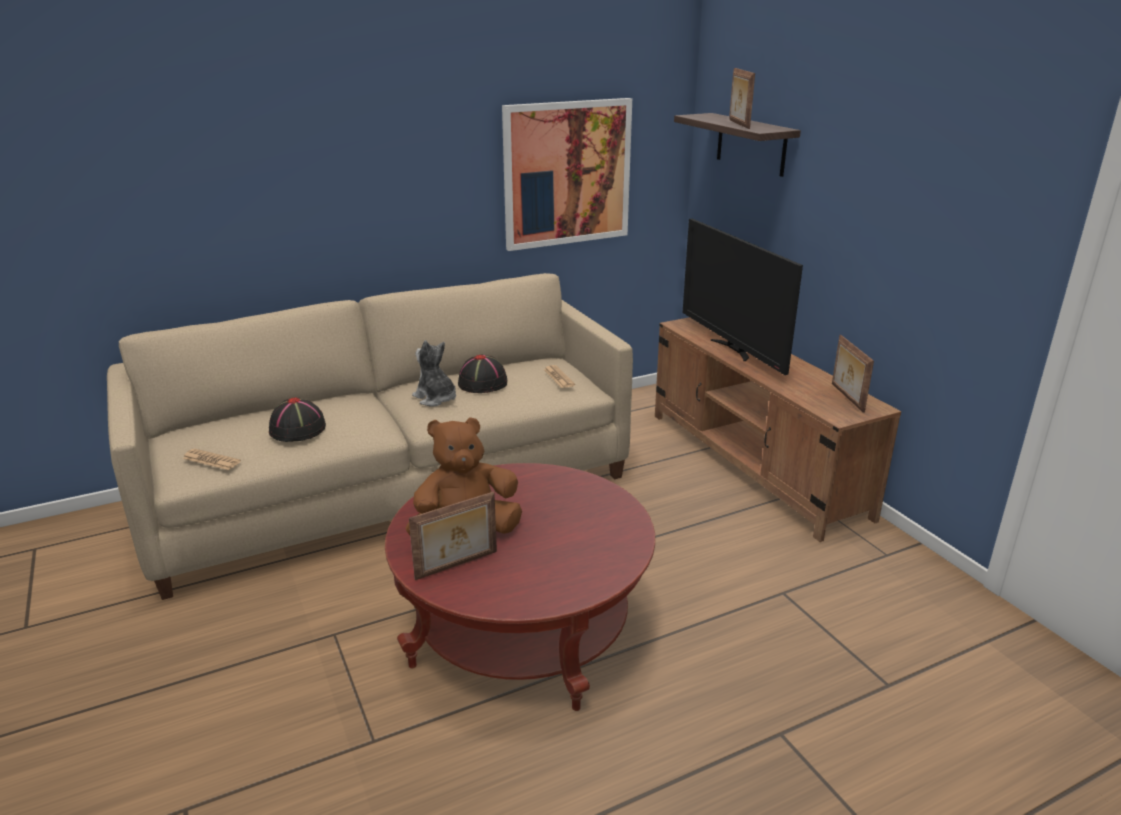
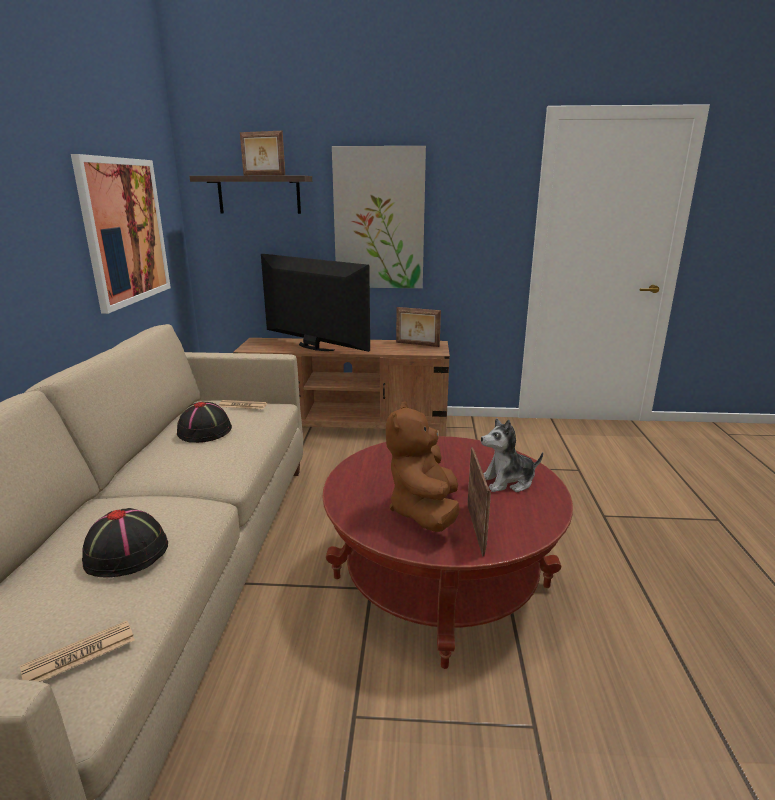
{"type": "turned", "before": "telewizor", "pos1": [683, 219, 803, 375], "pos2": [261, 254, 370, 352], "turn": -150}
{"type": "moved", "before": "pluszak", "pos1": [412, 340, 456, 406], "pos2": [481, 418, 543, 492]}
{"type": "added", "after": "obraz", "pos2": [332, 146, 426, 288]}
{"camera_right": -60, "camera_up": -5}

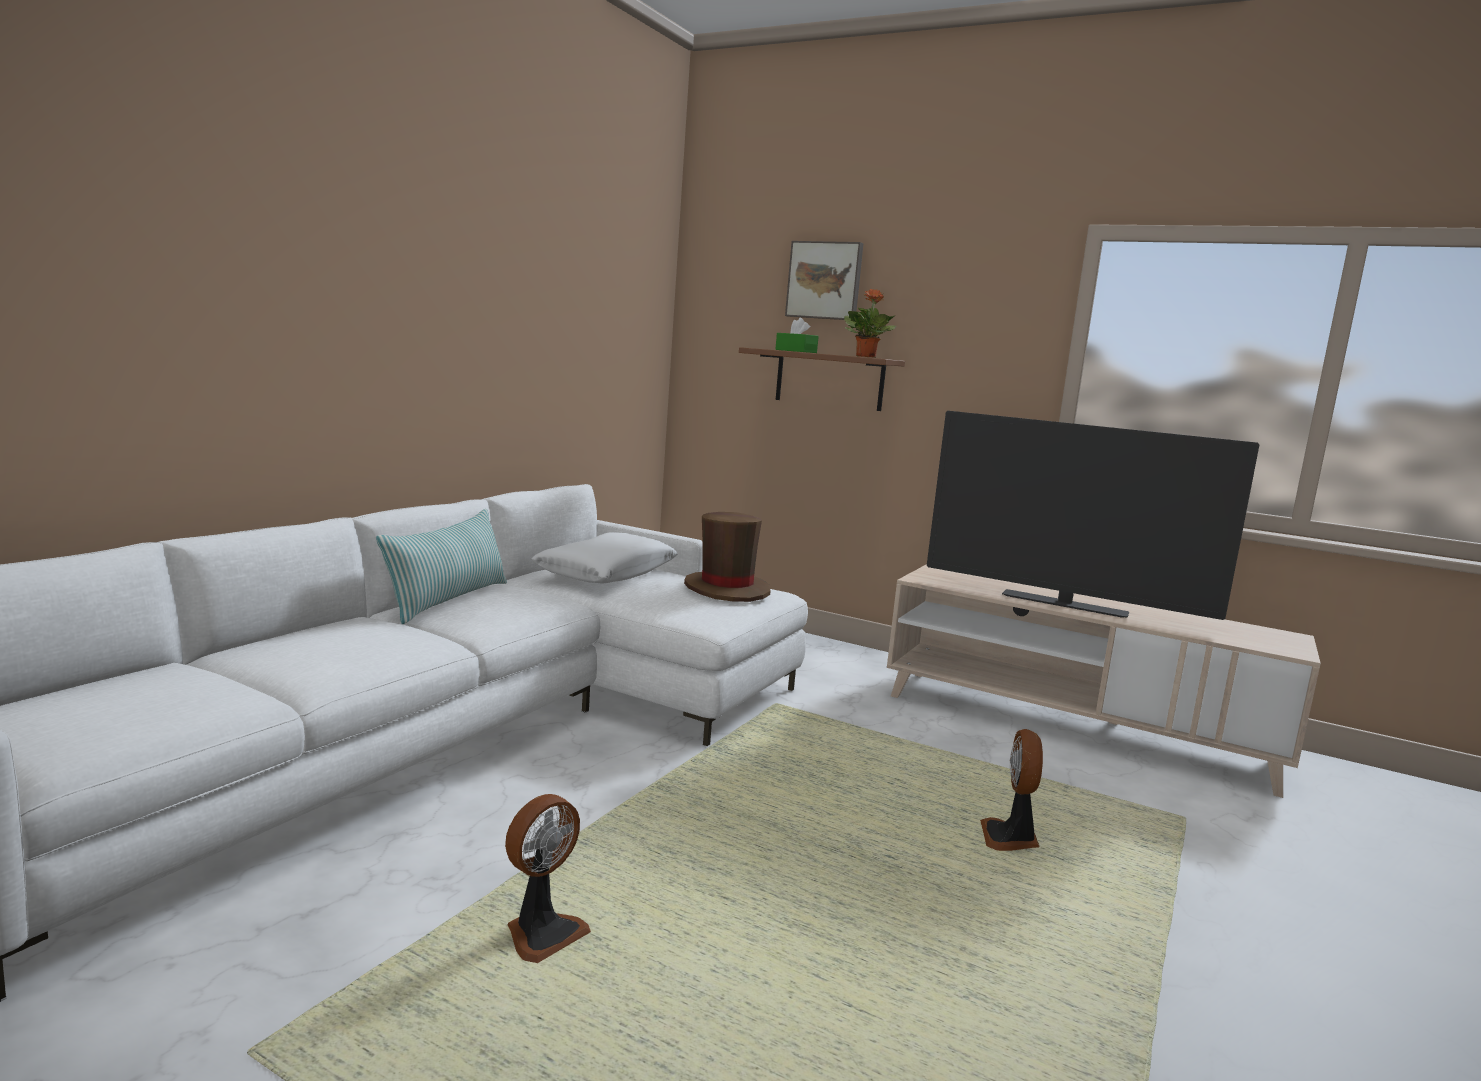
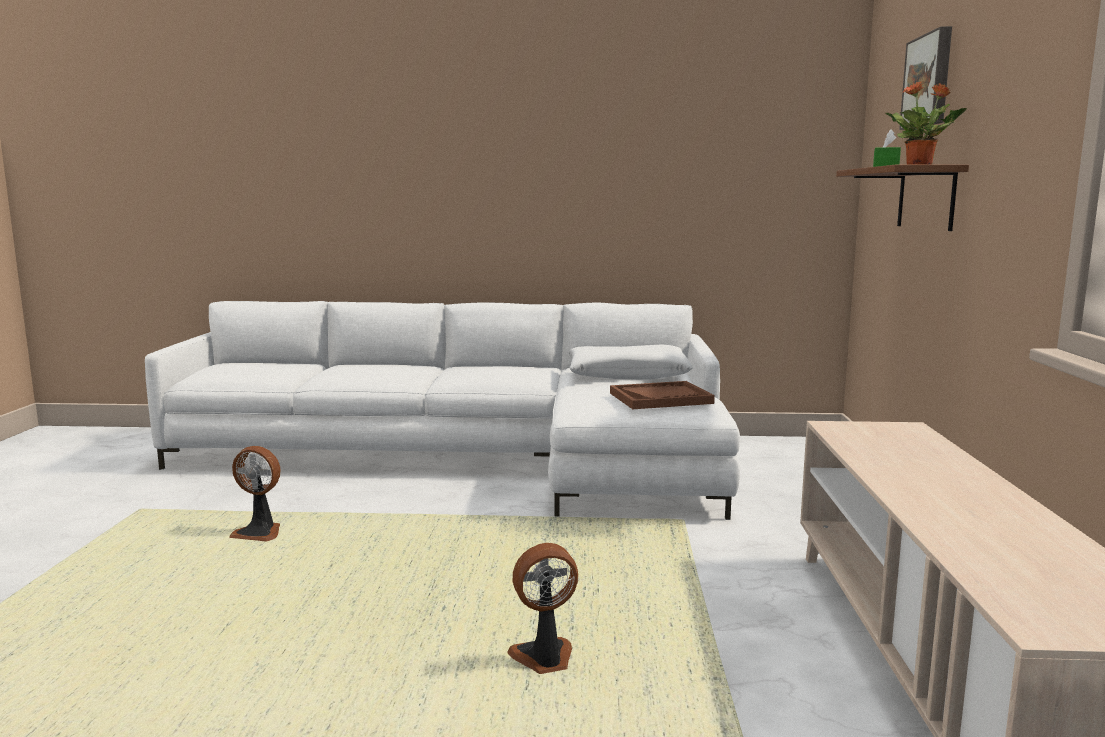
{"type": "removed", "before": "telewizor", "pos1": [927, 411, 1259, 620]}
{"type": "removed", "before": "poduszka", "pos1": [376, 509, 507, 624]}
{"type": "replaced", "before": "kapelusz/brązowy", "after": "taca/brązowy", "pos1": [684, 512, 771, 602], "pos2": [610, 381, 715, 409]}
{"camera_right": 65, "camera_up": 0}

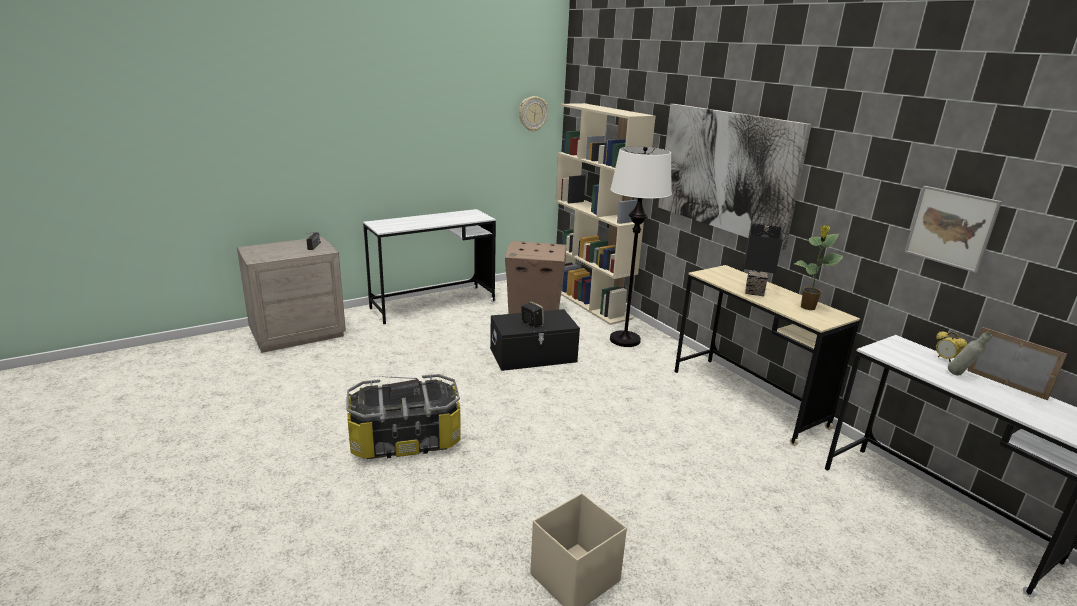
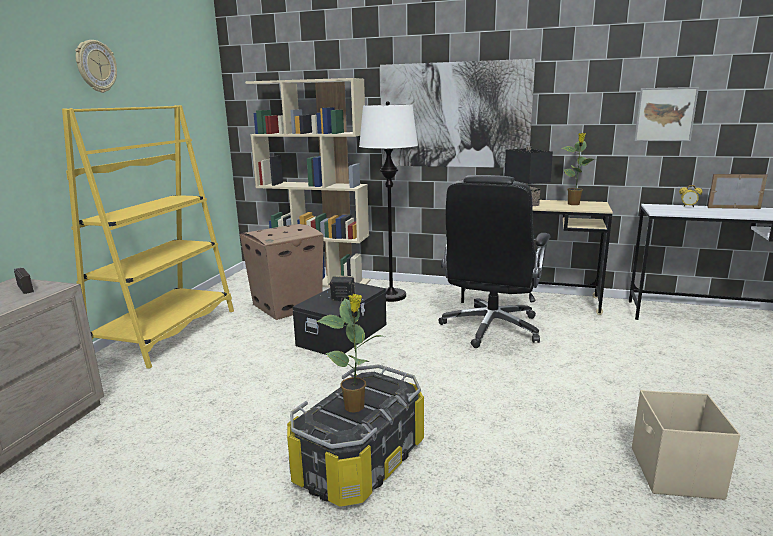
{"type": "moved", "before": "zegar ścienny", "pos1": [519, 96, 549, 132], "pos2": [75, 40, 117, 93]}
{"type": "replaced", "before": "biurko/biały", "after": "regał/żółty", "pos1": [363, 209, 496, 324], "pos2": [62, 105, 234, 368]}
{"type": "removed", "before": "butelka/szary", "pos1": [948, 332, 992, 376]}
{"type": "replaced", "before": "radio", "after": "roślina doniczkowa", "pos1": [376, 376, 420, 400], "pos2": [316, 294, 385, 412]}
{"type": "added", "after": "krzesło biurowe/czarny", "pos2": [438, 175, 551, 348]}
{"camera_right": -40, "camera_up": -5}

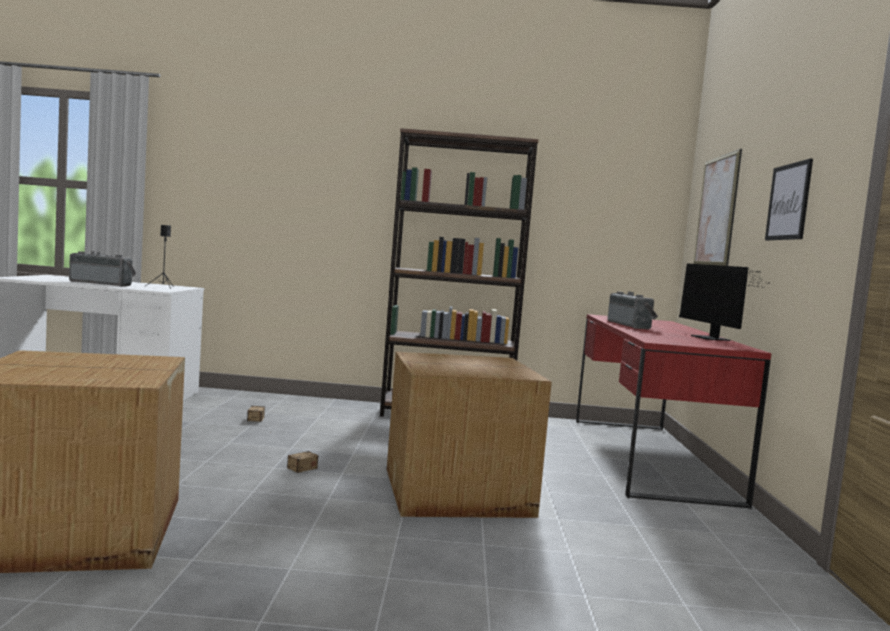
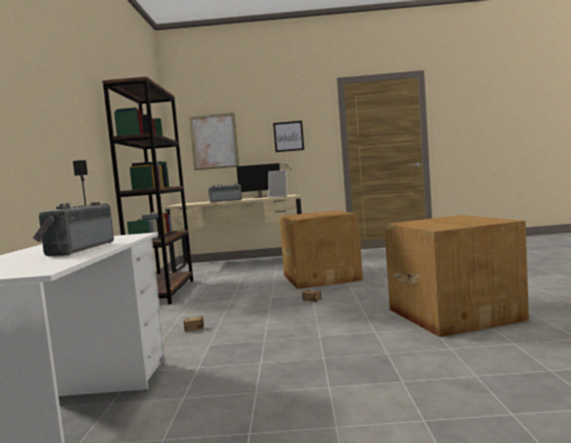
{"type": "recoloured", "before": "biurko/czerwony", "after": "biurko/beżowy", "pos1": [576, 314, 771, 509], "pos2": [165, 194, 302, 273]}
{"type": "added", "after": "ramka na zdjęcie", "pos2": [268, 170, 287, 198]}
{"camera_right": -90, "camera_up": 0}

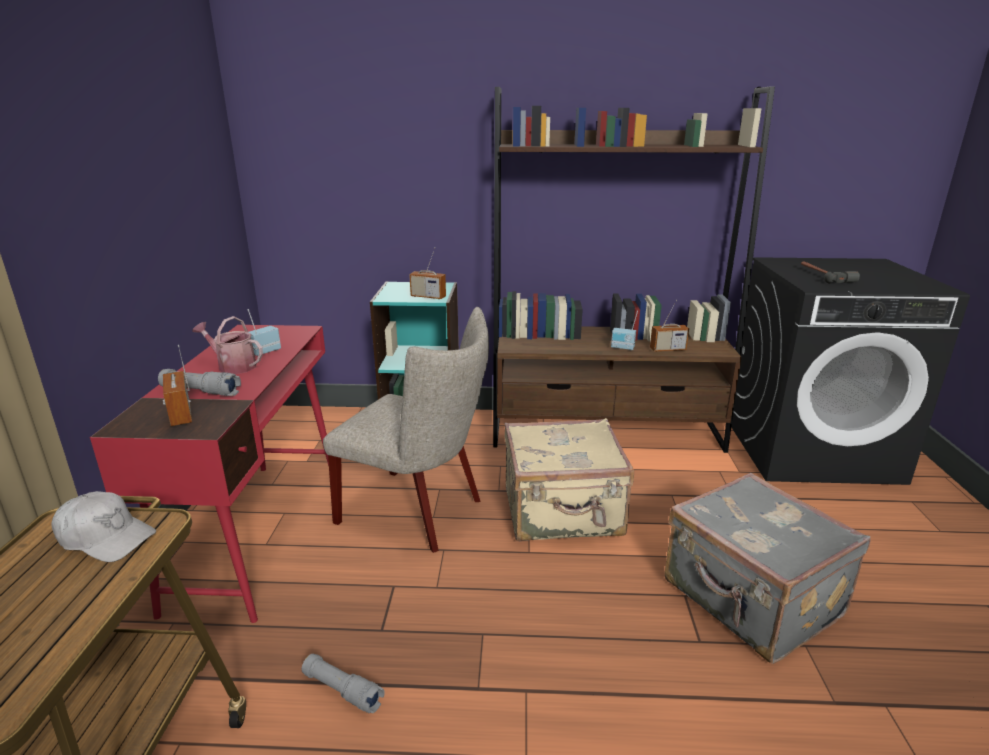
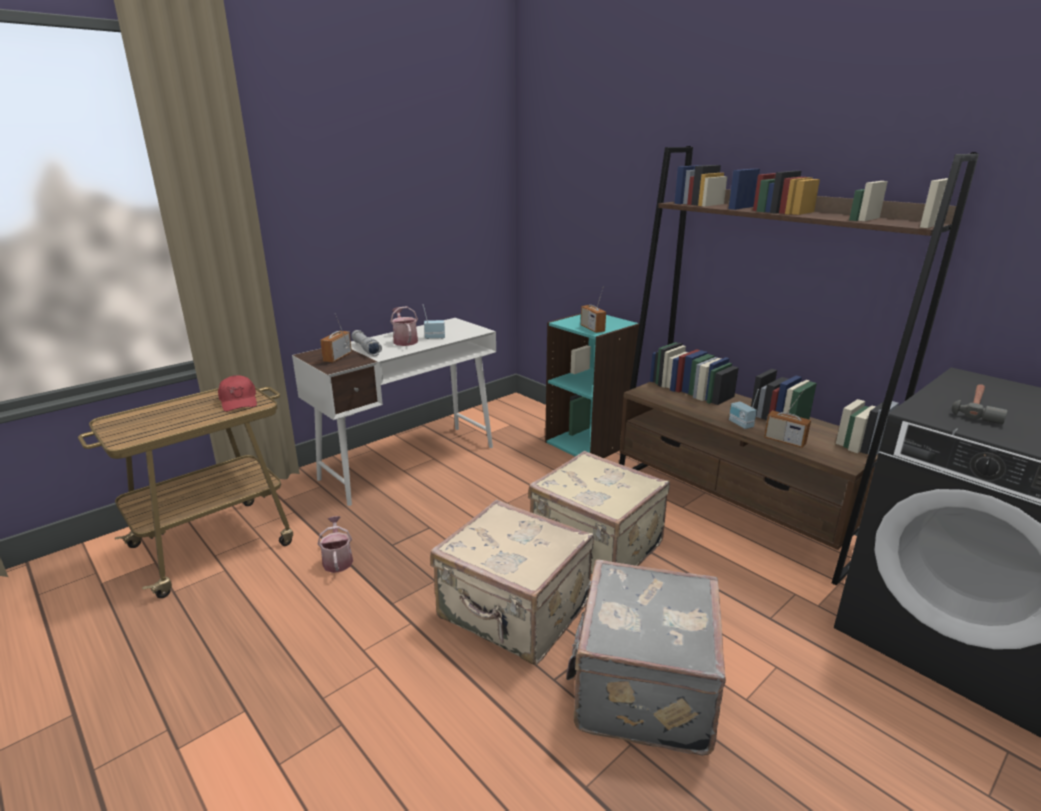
{"type": "removed", "before": "krzesło/beżowy", "pos1": [323, 307, 489, 553]}
{"type": "recoloured", "before": "biurko/czerwony", "after": "biurko/biały", "pos1": [90, 325, 329, 623], "pos2": [292, 318, 496, 506]}
{"type": "recoloured", "before": "czapka z daszkiem/biały", "after": "czapka z daszkiem/czerwony", "pos1": [51, 491, 156, 562], "pos2": [218, 375, 257, 412]}
{"type": "replaced", "before": "latarka/szary", "after": "konewka", "pos1": [301, 654, 385, 714], "pos2": [318, 516, 353, 573]}
{"type": "added", "after": "walizka/beżowy", "pos2": [430, 499, 594, 665]}
{"camera_right": 45, "camera_up": 0}

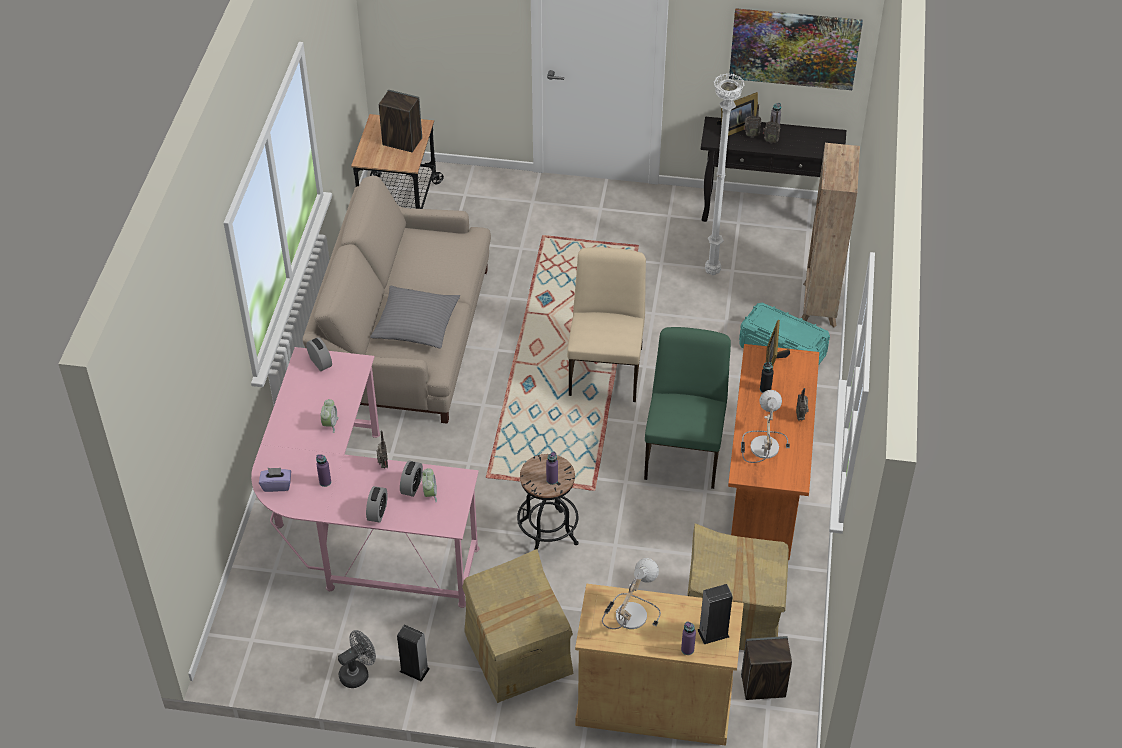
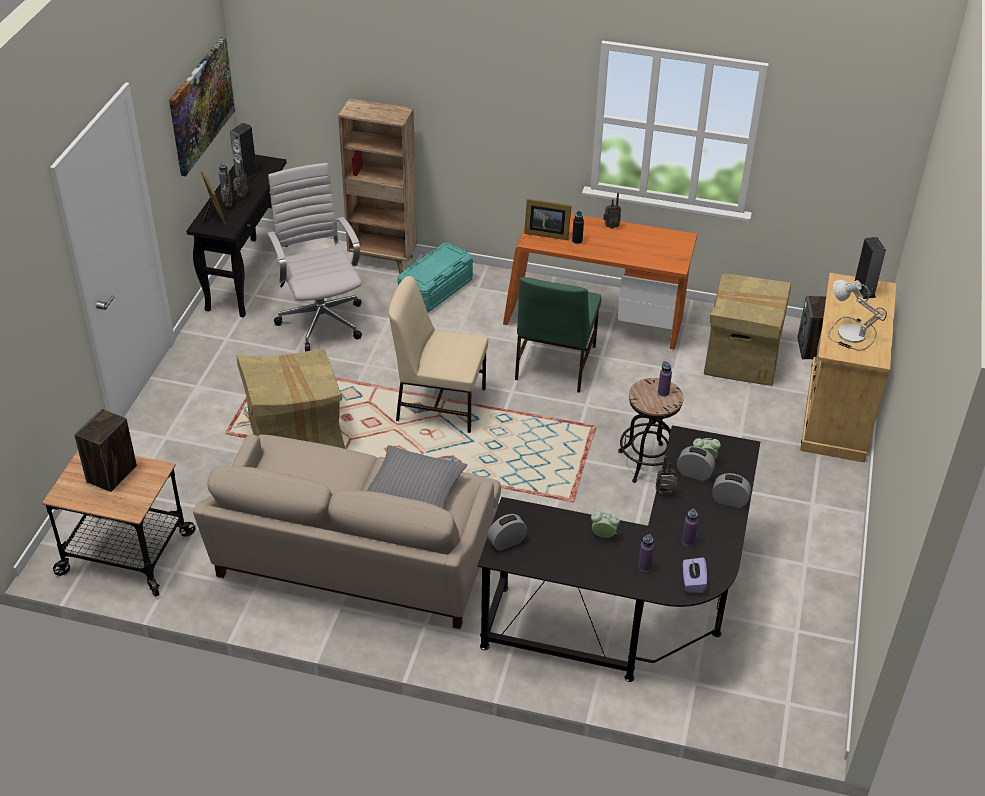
{"type": "replaced", "before": "lampa stojąca/biały", "after": "krzesło biurowe/biały", "pos1": [705, 74, 745, 275], "pos2": [267, 163, 362, 351]}
{"type": "turned", "before": "krzesło/zielony", "pos1": [644, 327, 731, 489], "pos2": [515, 277, 601, 393], "turn": -90}
{"type": "recoloured", "before": "biurko/różowy", "after": "biurko/czarny", "pos1": [251, 347, 480, 608], "pos2": [477, 425, 760, 682]}
{"type": "removed", "before": "lampa stołowa", "pos1": [741, 390, 790, 463]}
{"type": "moved", "before": "karton", "pos1": [462, 549, 574, 703], "pos2": [236, 349, 345, 449]}
{"type": "moved", "before": "butelka/fioletowy", "pos1": [681, 621, 696, 655], "pos2": [638, 534, 654, 572]}
{"type": "moved", "before": "głośnik", "pos1": [397, 625, 430, 682], "pos2": [230, 123, 258, 180]}
{"type": "removed", "before": "wentylator/szary", "pos1": [338, 630, 376, 688]}
{"camera_right": -85, "camera_up": -5}

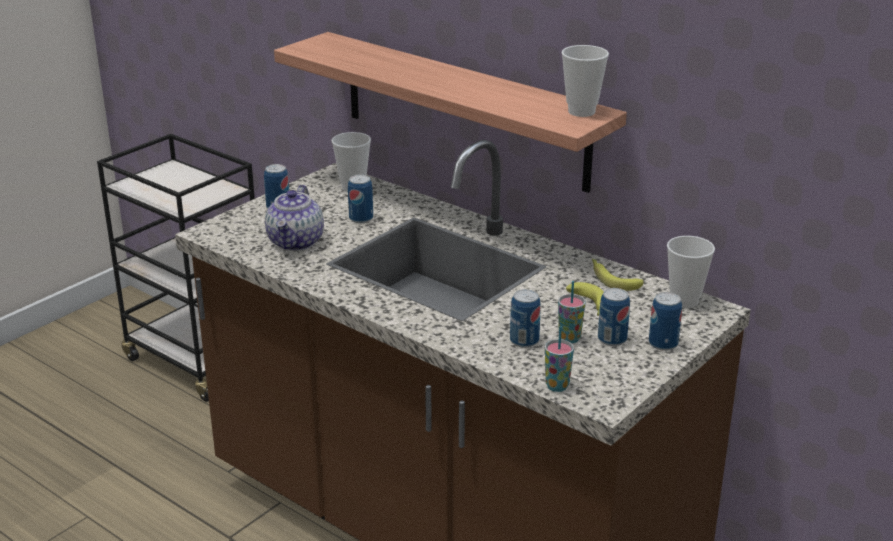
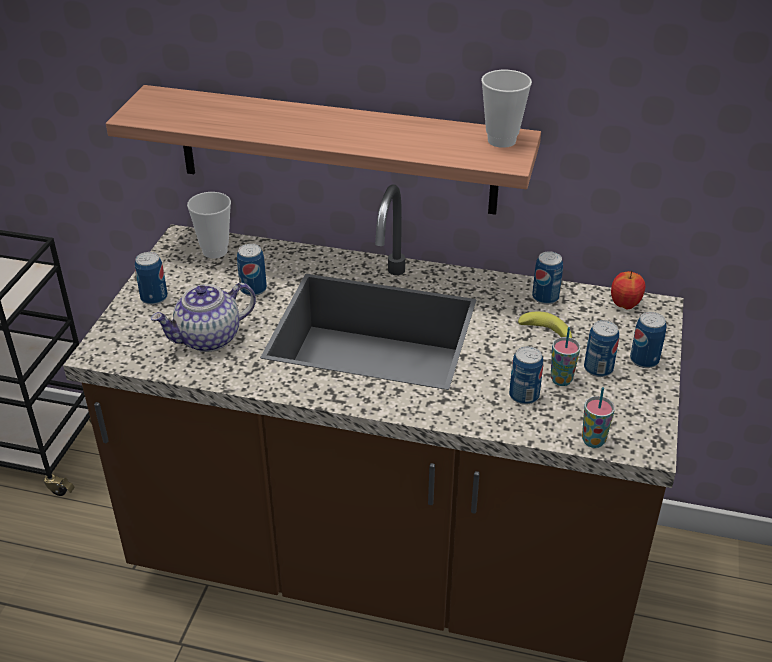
{"type": "turned", "before": "imbryk", "pos1": [265, 185, 324, 251], "pos2": [151, 283, 256, 352], "turn": 75}
{"type": "replaced", "before": "filiżanka", "after": "jabłko", "pos1": [667, 236, 715, 308], "pos2": [611, 271, 645, 309]}
{"type": "replaced", "before": "banan", "after": "puszka", "pos1": [592, 259, 644, 291], "pos2": [532, 251, 563, 305]}
{"camera_right": -25, "camera_up": 10}

